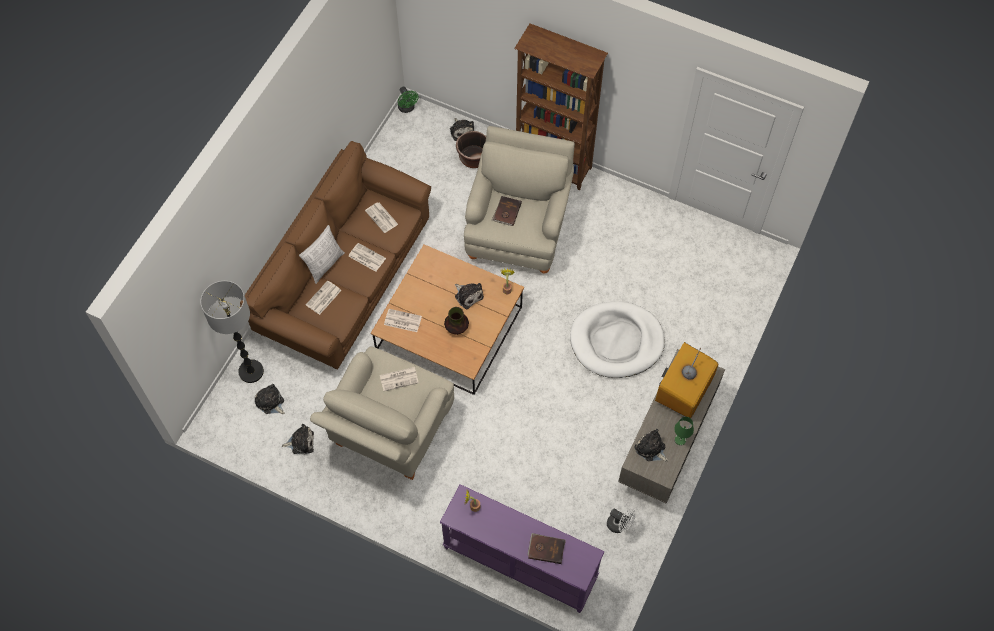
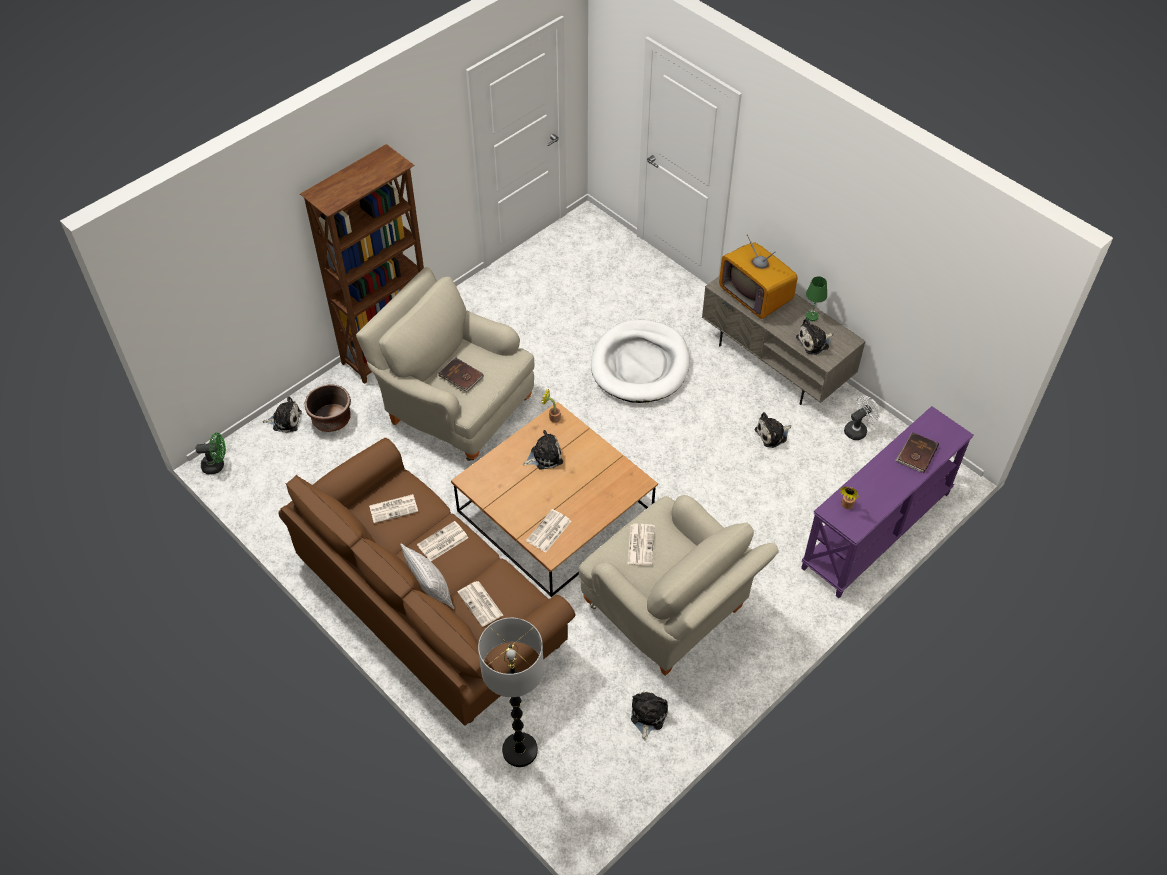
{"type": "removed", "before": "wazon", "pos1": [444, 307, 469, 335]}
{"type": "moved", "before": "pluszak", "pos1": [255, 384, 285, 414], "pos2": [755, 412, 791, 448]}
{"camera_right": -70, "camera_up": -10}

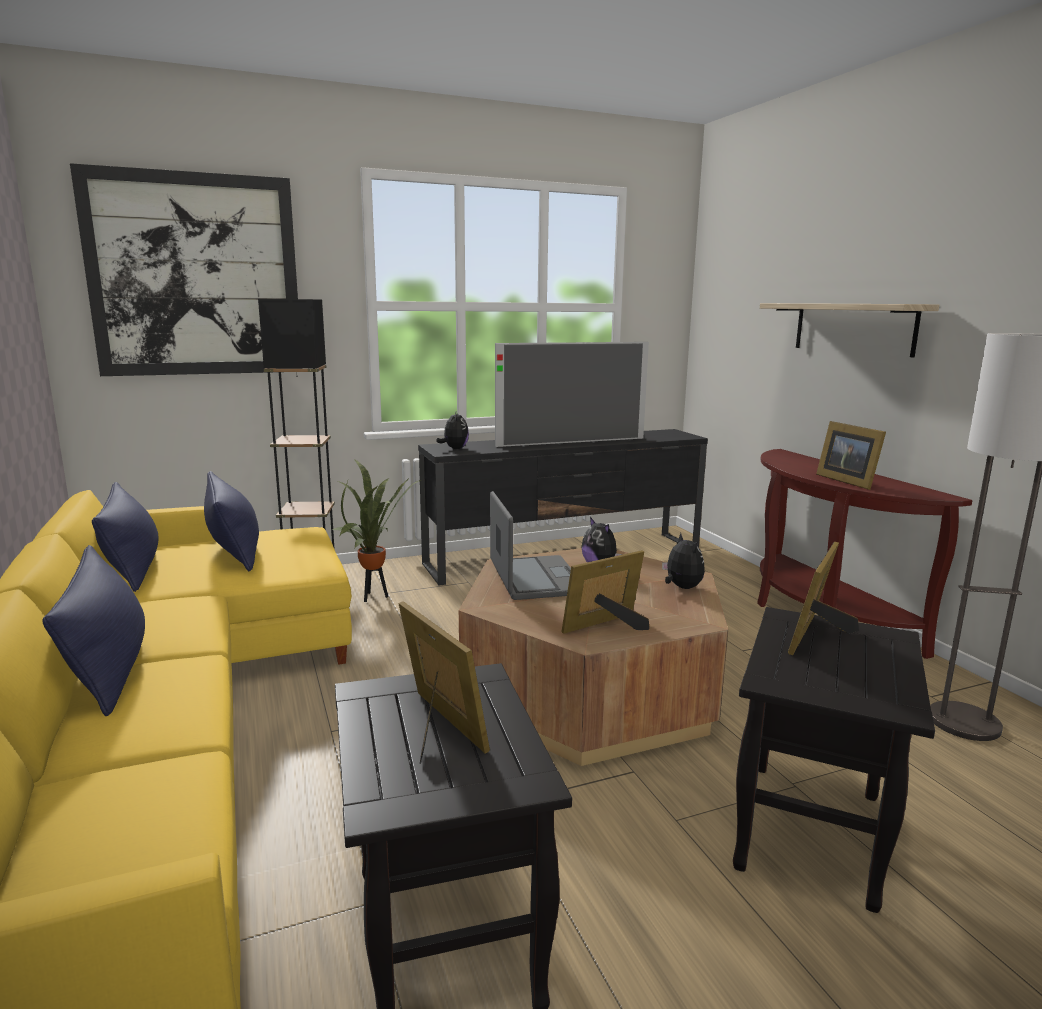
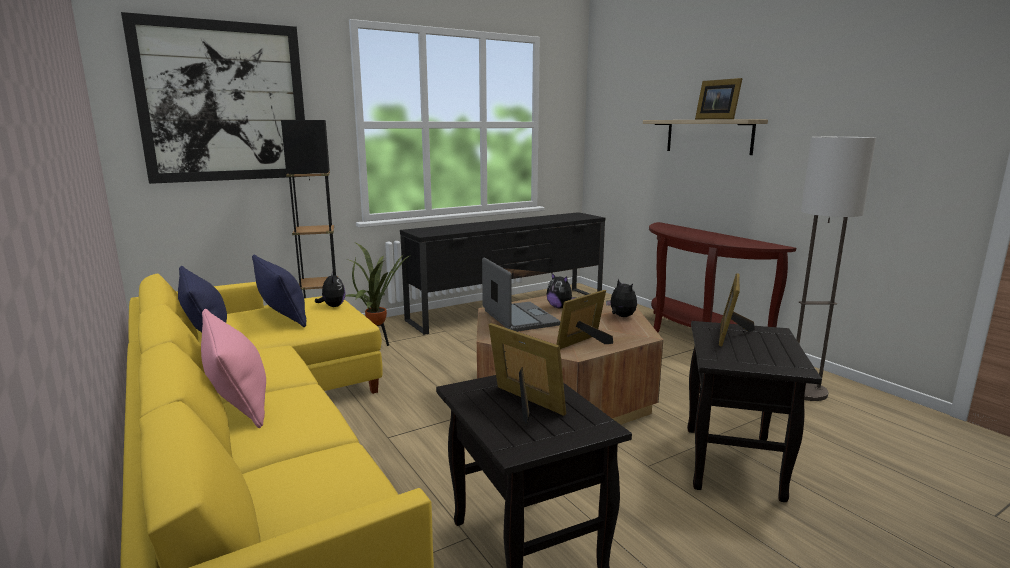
{"type": "removed", "before": "telewizor", "pos1": [495, 342, 649, 447]}
{"type": "moved", "before": "pluszak", "pos1": [436, 410, 469, 449], "pos2": [315, 271, 346, 307]}
{"type": "moved", "before": "ramka na zdjęcie", "pos1": [816, 421, 886, 490], "pos2": [695, 78, 743, 119]}
{"type": "recoloured", "before": "poduszka/niebieski", "after": "poduszka/różowy", "pos1": [42, 545, 145, 716], "pos2": [201, 309, 266, 428]}
{"camera_right": -10, "camera_up": 0}

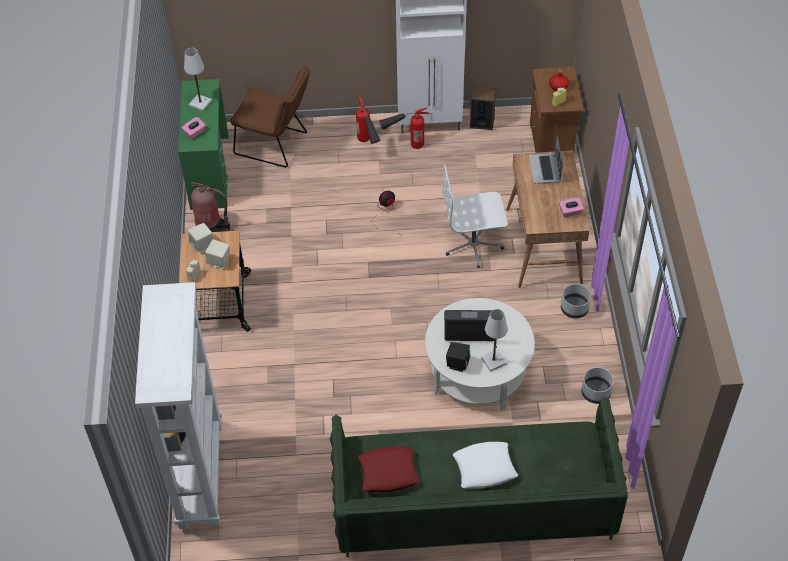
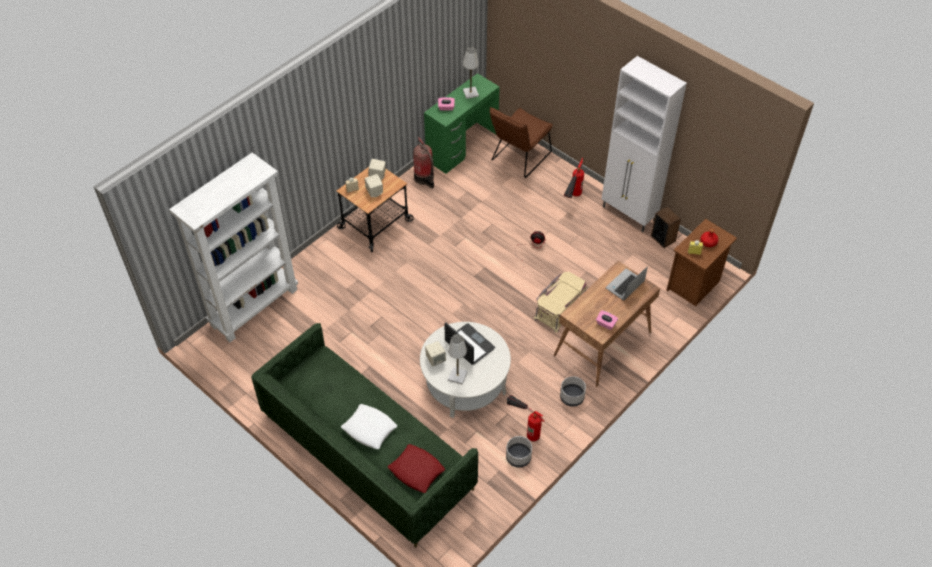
{"type": "turned", "before": "krzesło/brązowy", "pos1": [230, 66, 310, 168], "pos2": [490, 107, 553, 178], "turn": 60}
{"type": "moved", "before": "gaśnica", "pos1": [379, 108, 429, 149], "pos2": [506, 395, 544, 441]}
{"type": "replaced", "before": "krzesło biurowe/biały", "after": "pojemnik do przechowywania/beżowy", "pos1": [442, 164, 508, 268], "pos2": [534, 272, 587, 332]}
{"type": "recoloured", "before": "głośnik/czarny", "after": "głośnik/beżowy", "pos1": [446, 342, 471, 372], "pos2": [425, 341, 446, 367]}
{"type": "moved", "before": "poduszka/czerwony", "pos1": [358, 446, 420, 492], "pos2": [388, 444, 445, 493]}
{"camera_right": 45, "camera_up": 0}

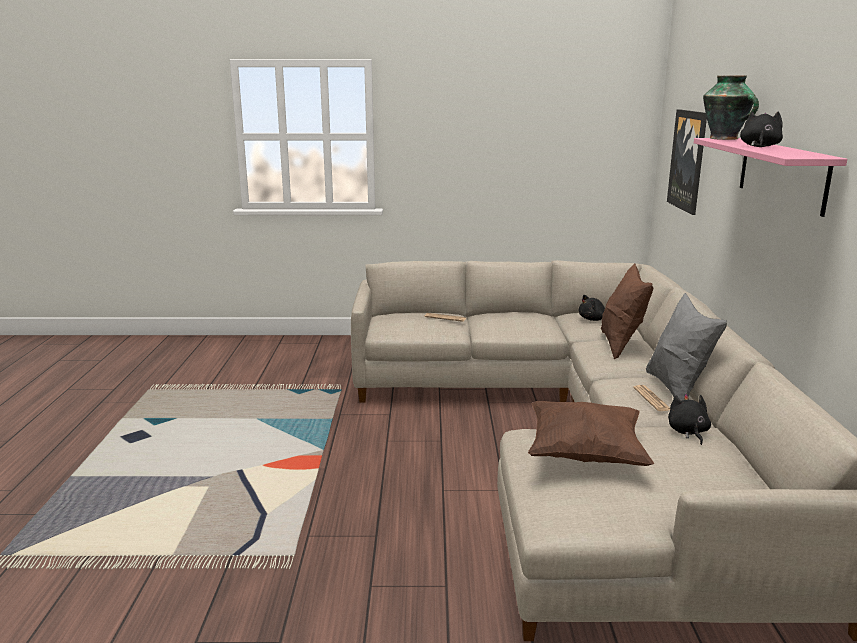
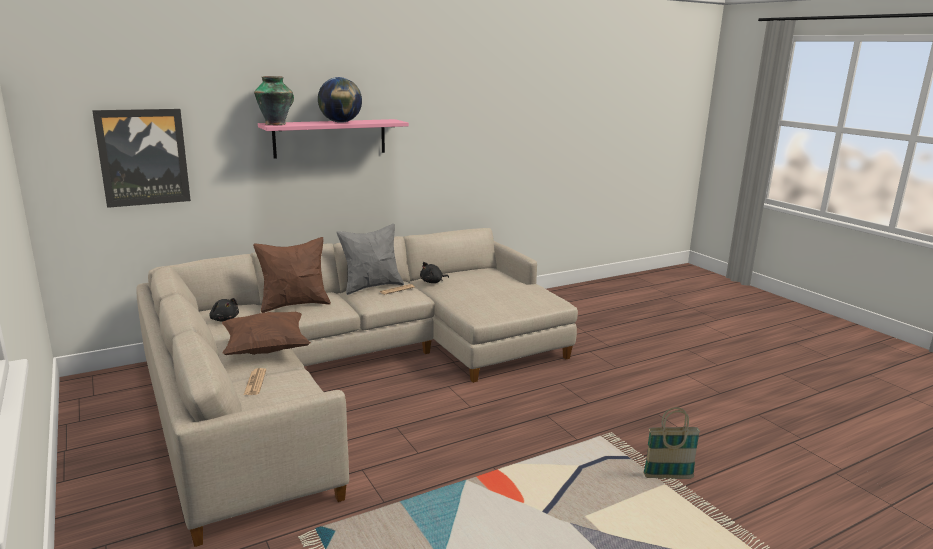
{"type": "replaced", "before": "pluszak/czarny", "after": "globus", "pos1": [740, 112, 783, 147], "pos2": [318, 77, 362, 123]}
{"type": "moved", "before": "poduszka/brązowy", "pos1": [528, 401, 654, 466], "pos2": [222, 312, 311, 355]}
{"type": "added", "after": "koszyk", "pos2": [643, 407, 700, 479]}
{"camera_right": -120, "camera_up": 0}

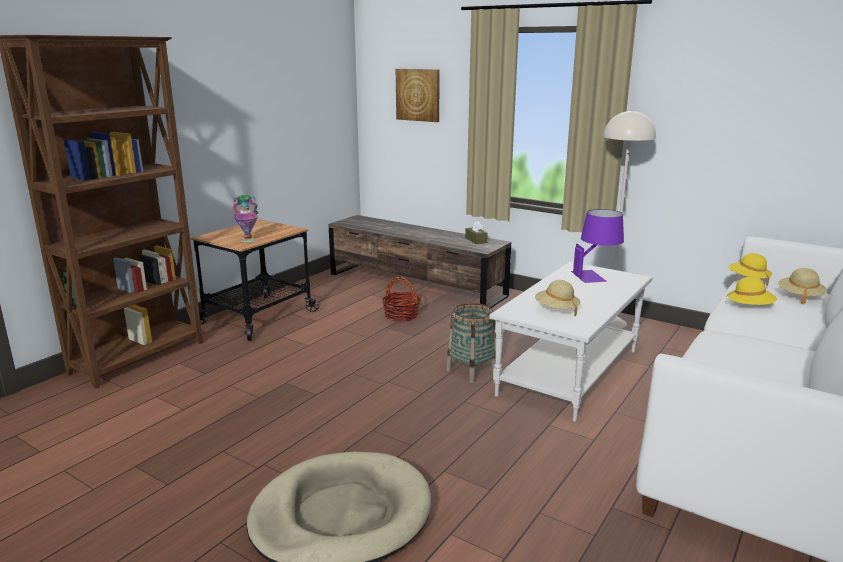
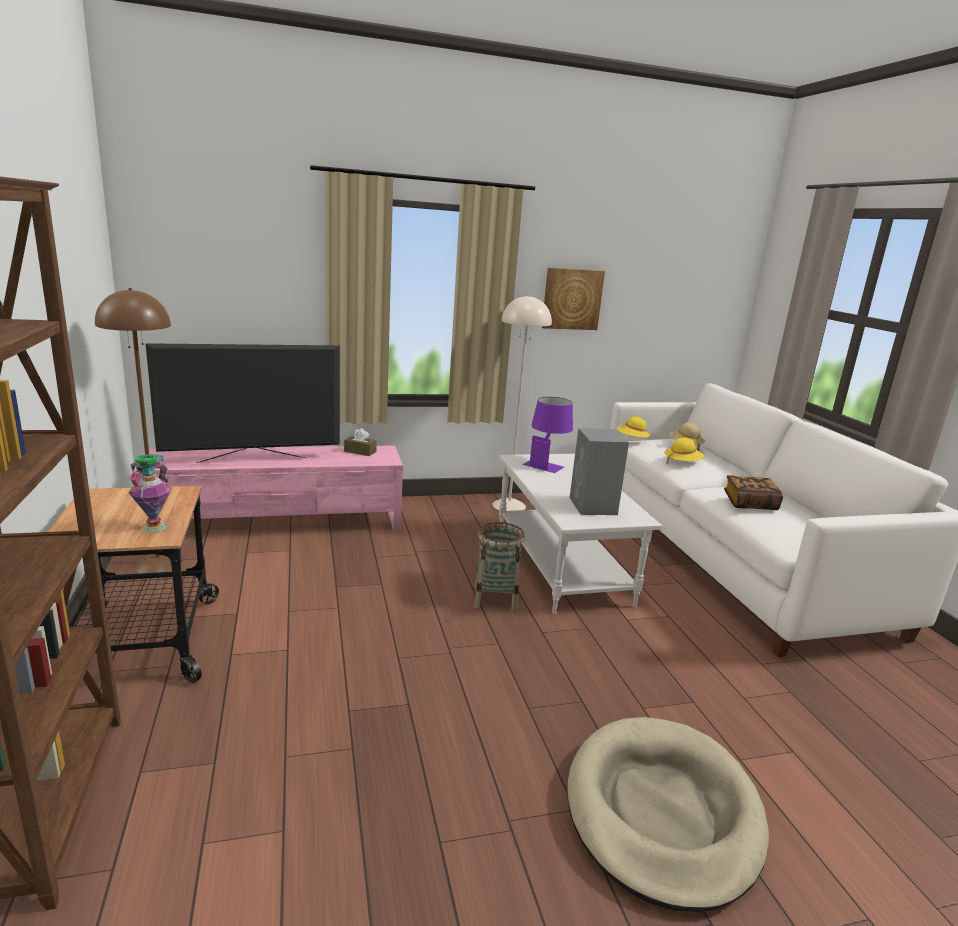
{"type": "moved", "before": "obraz", "pos1": [396, 69, 440, 122], "pos2": [542, 267, 605, 330]}
{"type": "recoloured", "before": "szafka pod telewizor/brązowy", "after": "szafka pod telewizor/różowy", "pos1": [328, 215, 511, 308], "pos2": [132, 445, 403, 531]}
{"type": "removed", "before": "koszyk", "pos1": [382, 277, 421, 322]}
{"type": "replaced", "before": "kapelusz/beżowy", "after": "głośnik/szary", "pos1": [535, 280, 580, 316], "pos2": [570, 428, 629, 515]}
{"type": "added", "after": "lampa stojąca/brązowy", "pos2": [95, 288, 183, 573]}
{"type": "added", "after": "telewizor", "pos2": [145, 343, 340, 463]}
{"type": "added", "after": "książka", "pos2": [724, 475, 783, 510]}
{"camera_right": -50, "camera_up": 0}

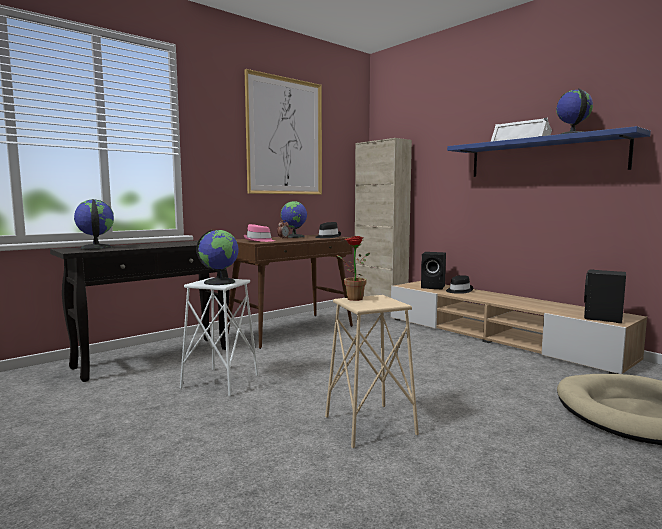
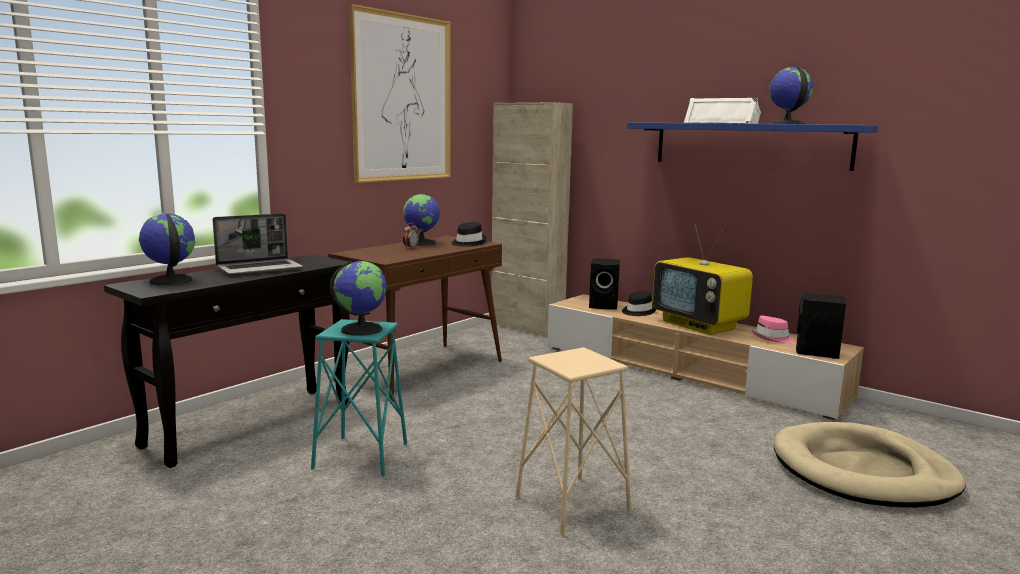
{"type": "moved", "before": "kapelusz/różowy", "pos1": [244, 224, 275, 242], "pos2": [752, 315, 794, 342]}
{"type": "removed", "before": "roślina doniczkowa", "pos1": [337, 236, 370, 301]}
{"type": "recoloured", "before": "stołek/biały", "after": "stołek/turkusowy", "pos1": [180, 277, 259, 396], "pos2": [311, 319, 407, 477]}
{"type": "added", "after": "laptop", "pos2": [213, 213, 303, 276]}
{"type": "added", "after": "telewizor", "pos2": [653, 225, 753, 335]}
{"camera_right": -10, "camera_up": 5}

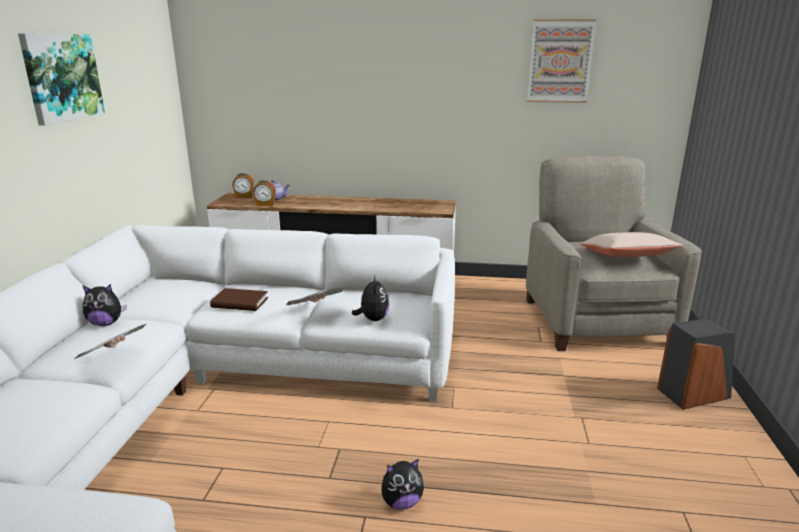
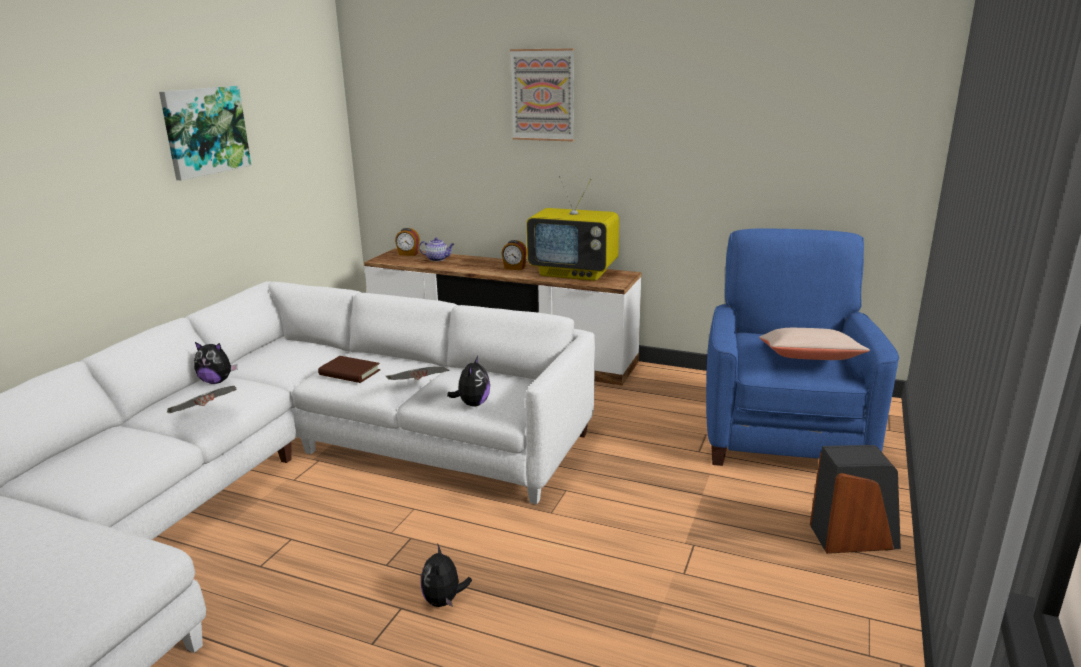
{"type": "moved", "before": "obraz", "pos1": [527, 19, 596, 103], "pos2": [510, 48, 574, 142]}
{"type": "recoloured", "before": "fotel/beżowy", "after": "fotel/niebieski", "pos1": [526, 156, 702, 351], "pos2": [706, 228, 899, 466]}
{"type": "moved", "before": "budzik", "pos1": [253, 180, 276, 206], "pos2": [502, 240, 527, 270]}
{"type": "turned", "before": "pluszak", "pos1": [381, 459, 424, 510], "pos2": [421, 543, 472, 607], "turn": 90}
{"type": "added", "after": "telewizor", "pos2": [526, 176, 619, 281]}
{"camera_right": 15, "camera_up": 0}

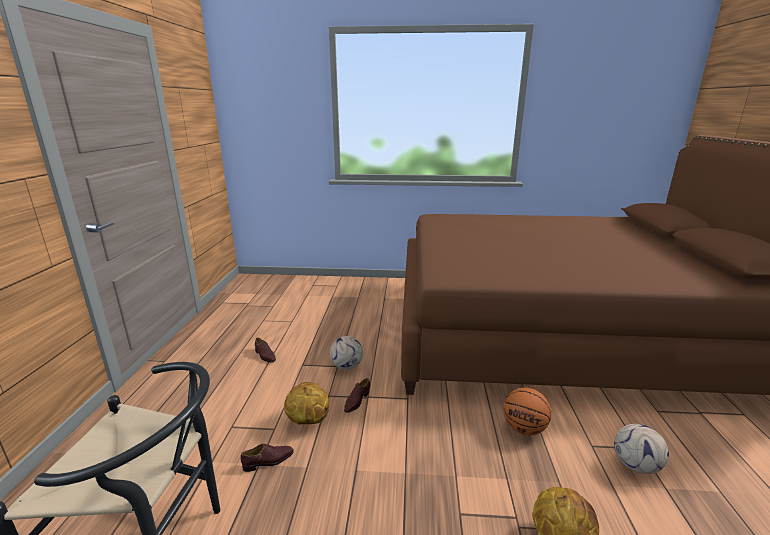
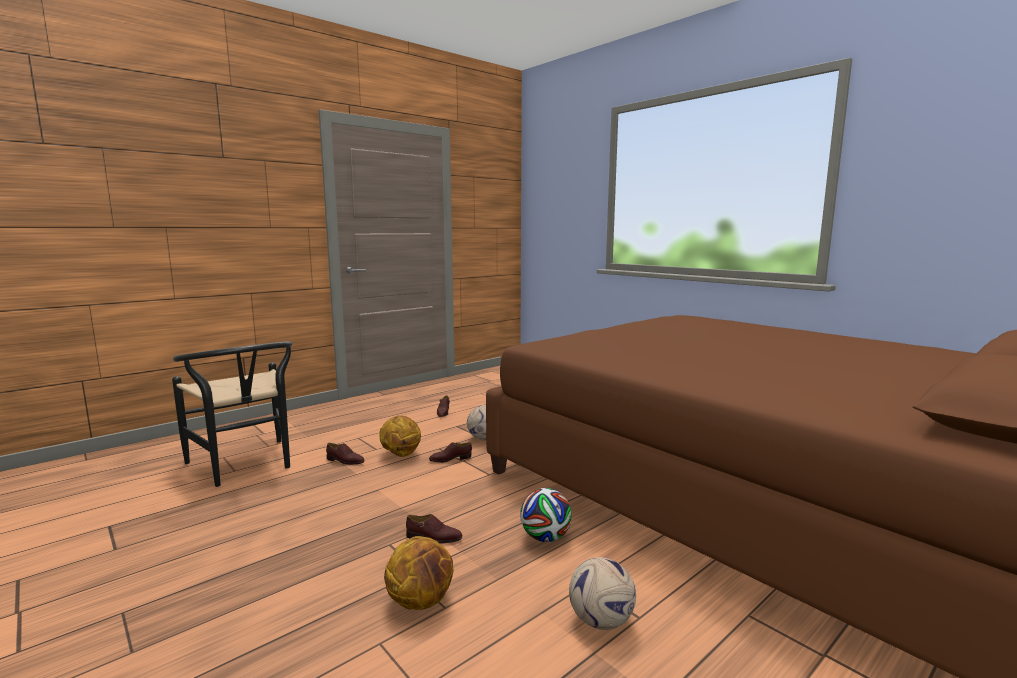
{"type": "replaced", "before": "piłka do koszykówki", "after": "piłka futbolowa", "pos1": [504, 388, 551, 435], "pos2": [520, 488, 572, 542]}
{"type": "added", "after": "but/brązowy", "pos2": [406, 514, 463, 544]}
{"camera_right": 45, "camera_up": -10}

